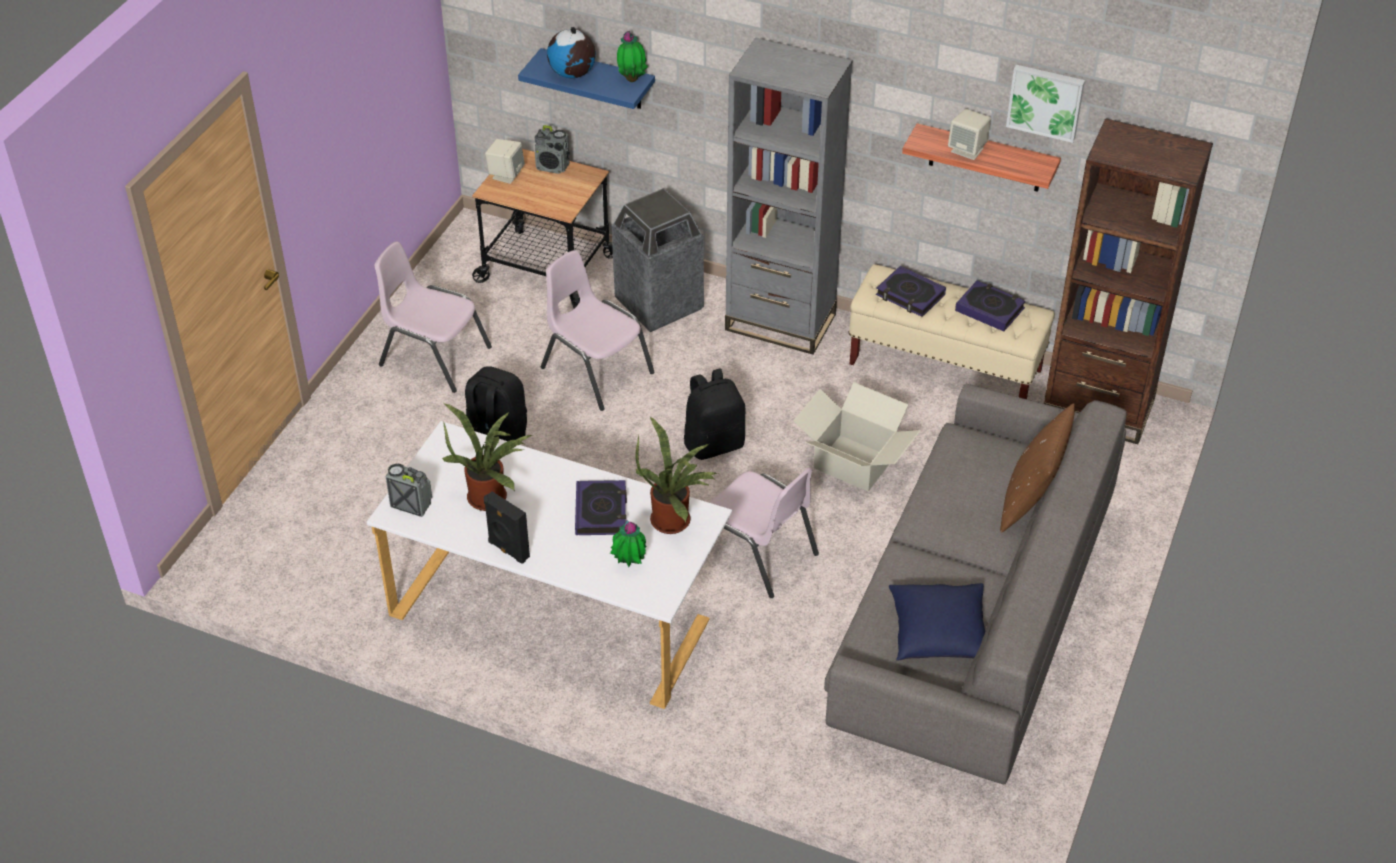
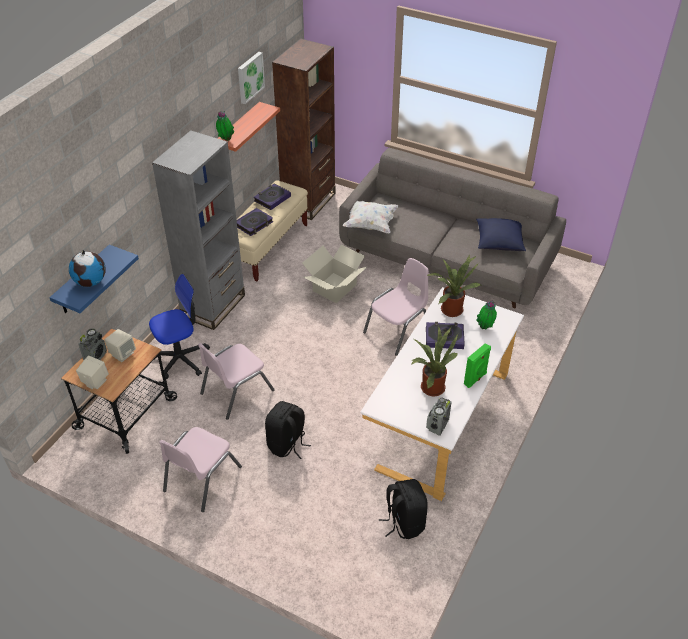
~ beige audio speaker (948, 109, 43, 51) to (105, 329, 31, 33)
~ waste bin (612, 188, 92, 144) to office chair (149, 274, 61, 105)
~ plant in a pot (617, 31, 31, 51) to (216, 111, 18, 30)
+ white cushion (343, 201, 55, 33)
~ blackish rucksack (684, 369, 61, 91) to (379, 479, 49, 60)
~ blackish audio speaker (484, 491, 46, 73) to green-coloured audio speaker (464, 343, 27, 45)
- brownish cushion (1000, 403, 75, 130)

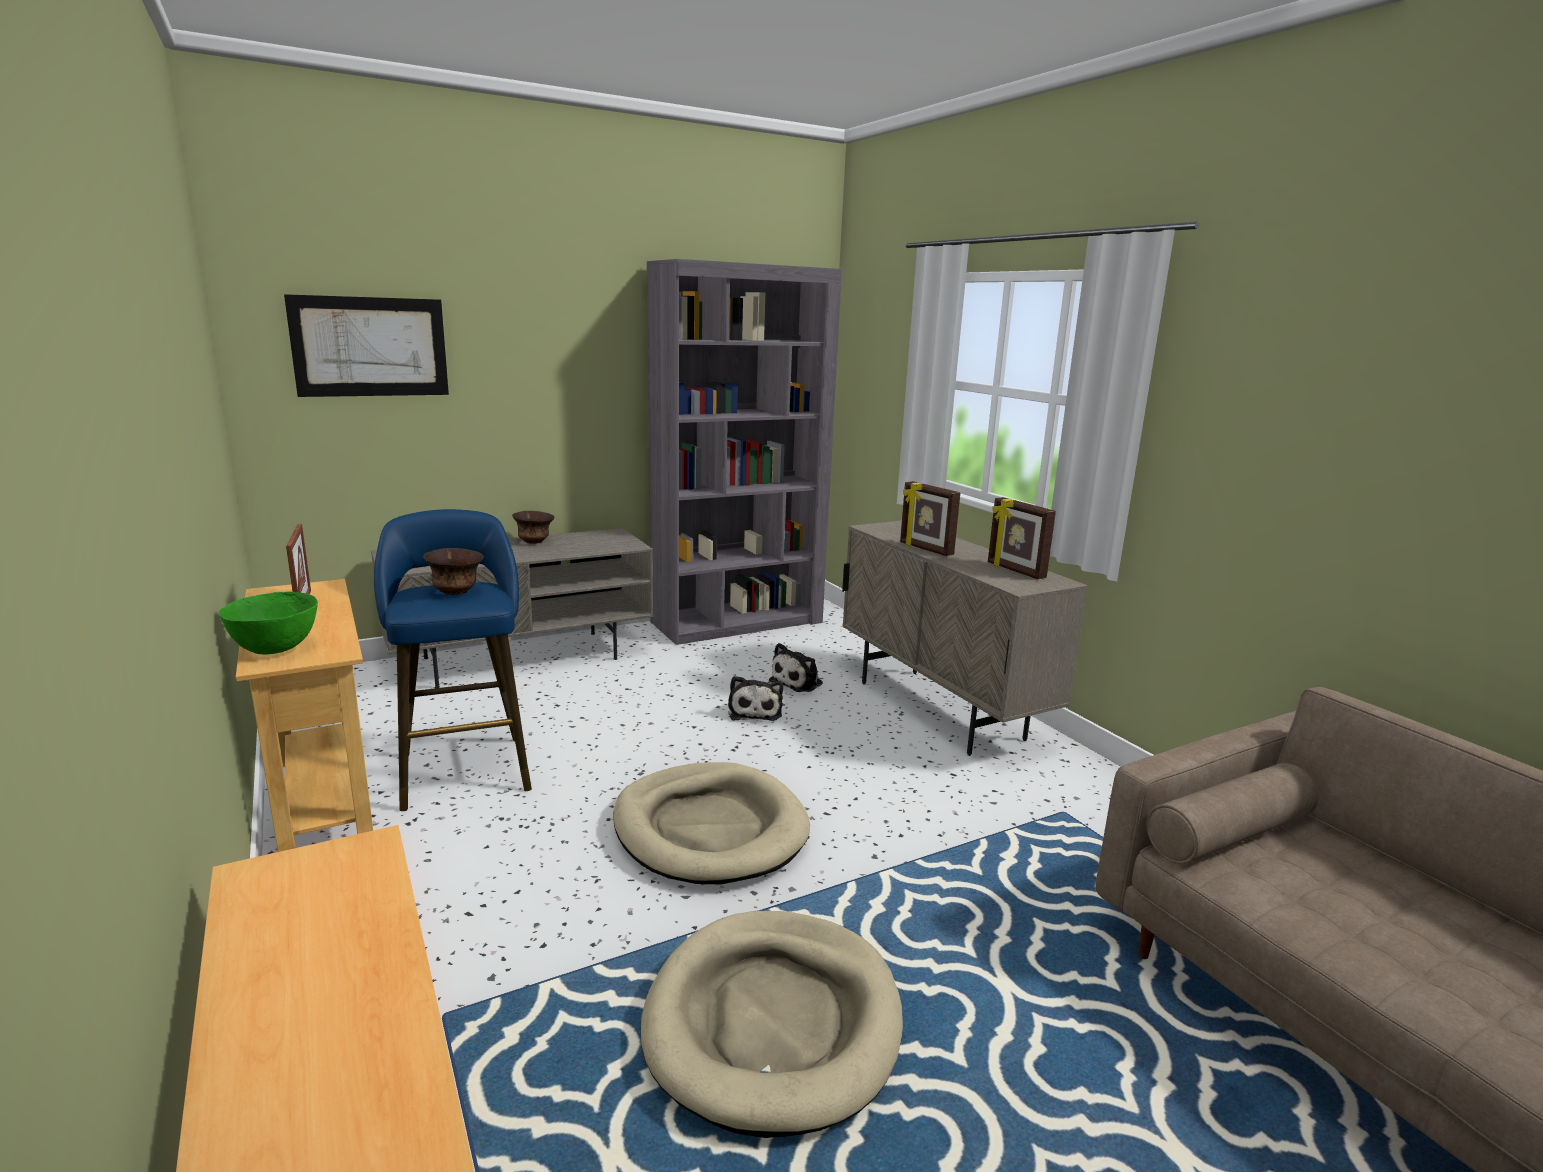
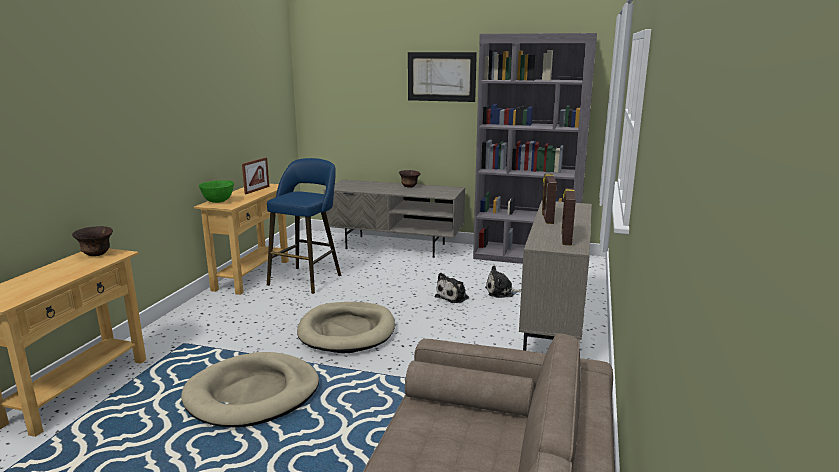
~ brownish deep dish (423, 548, 61, 47) to (72, 226, 41, 30)
~ picture (284, 294, 165, 103) to (408, 52, 69, 50)

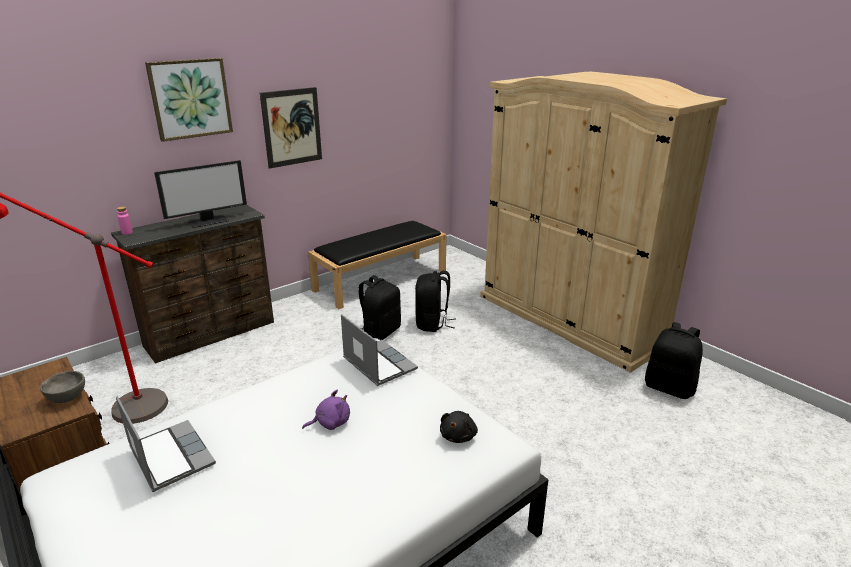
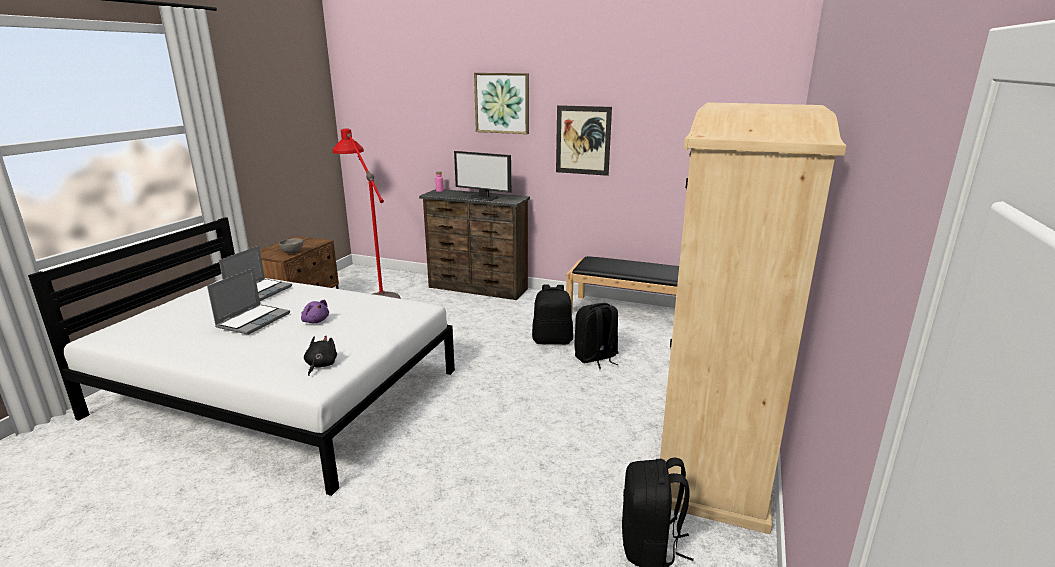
~ notebook computer (341, 314, 77, 72) to (207, 268, 83, 67)
~ blackish plush toy (440, 411, 38, 32) = (304, 336, 33, 40) 105 degrees clockwise

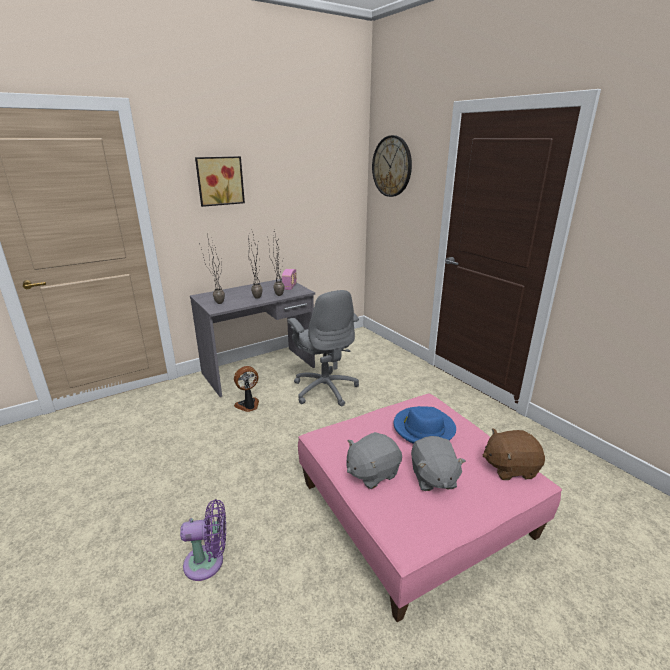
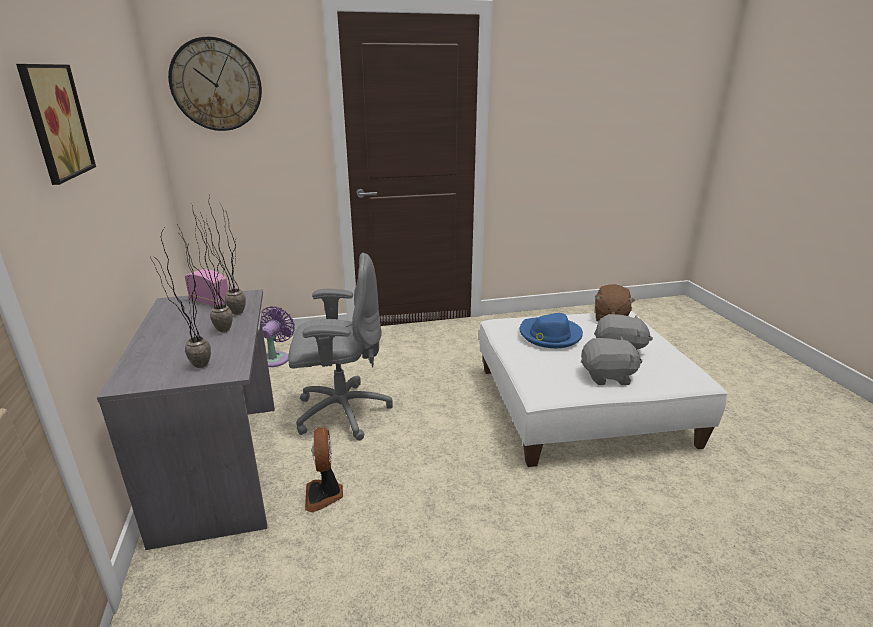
~ purple-coloured electric fan (180, 499, 46, 82) to (261, 306, 34, 61)
~ pink footrest (298, 394, 264, 228) to white footrest (479, 311, 249, 156)
~ gray plush toy (347, 432, 55, 57) = (581, 336, 62, 49) 75 degrees counterclockwise

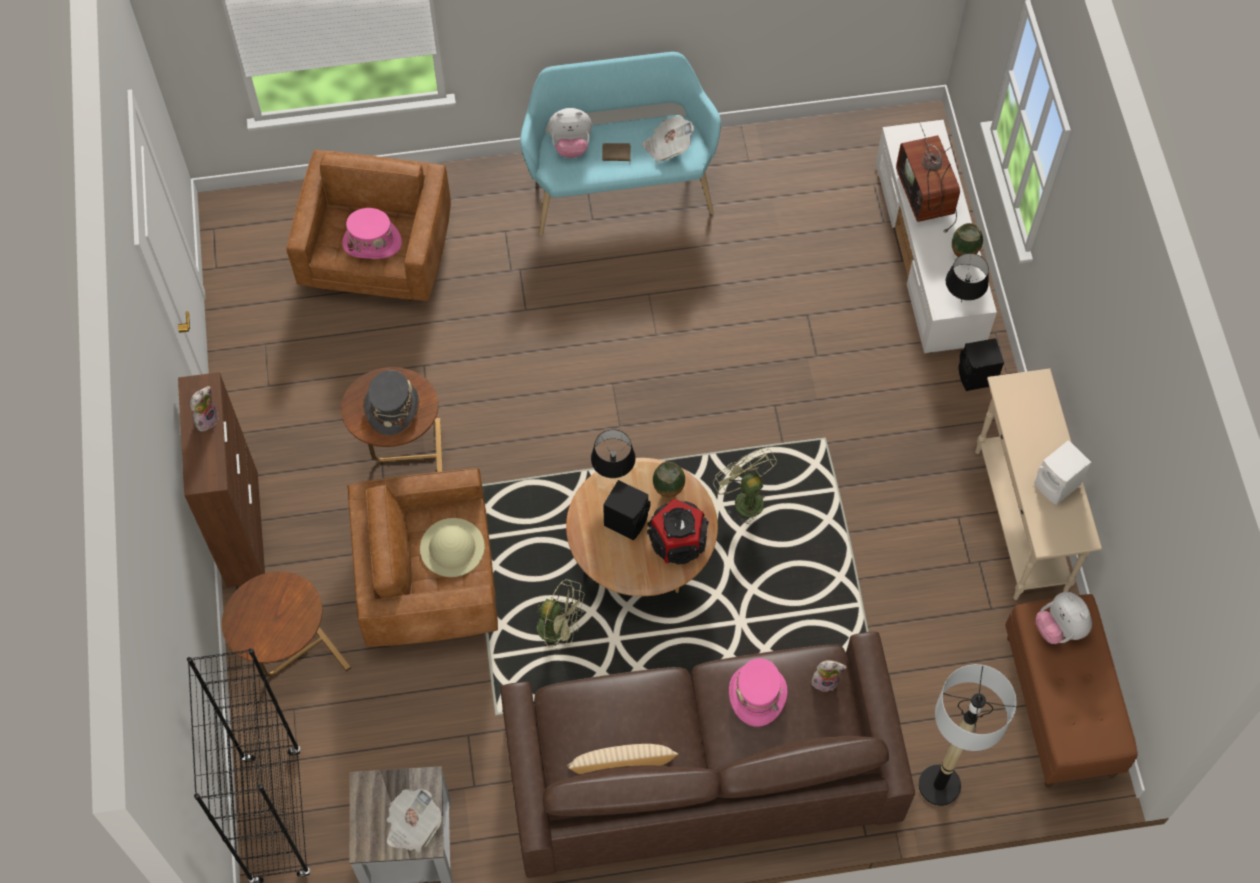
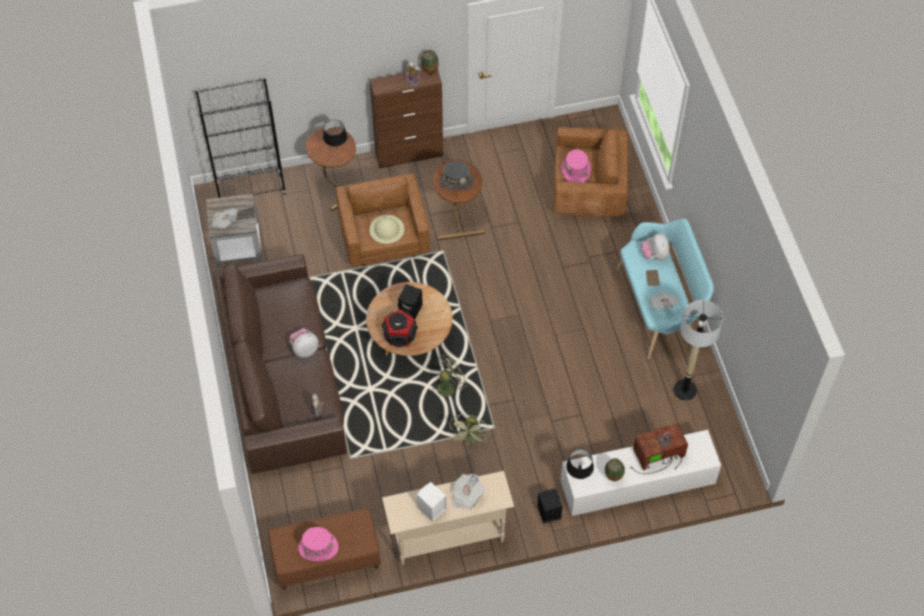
~ plush toy (1036, 592, 56, 52) to (289, 328, 30, 30)
~ pink clothing hat (729, 658, 59, 69) to (298, 527, 41, 34)
~ blackish table lamp (591, 429, 45, 49) to (323, 120, 24, 30)
~ vase (653, 462, 32, 35) to (421, 50, 18, 25)
~ green-coloured electric fan (536, 579, 49, 71) to (449, 414, 41, 32)
+ printed paper (452, 474, 32, 36)
~ standard lamp (918, 664, 98, 142) to (673, 300, 50, 101)
- beige cushion (567, 744, 111, 30)

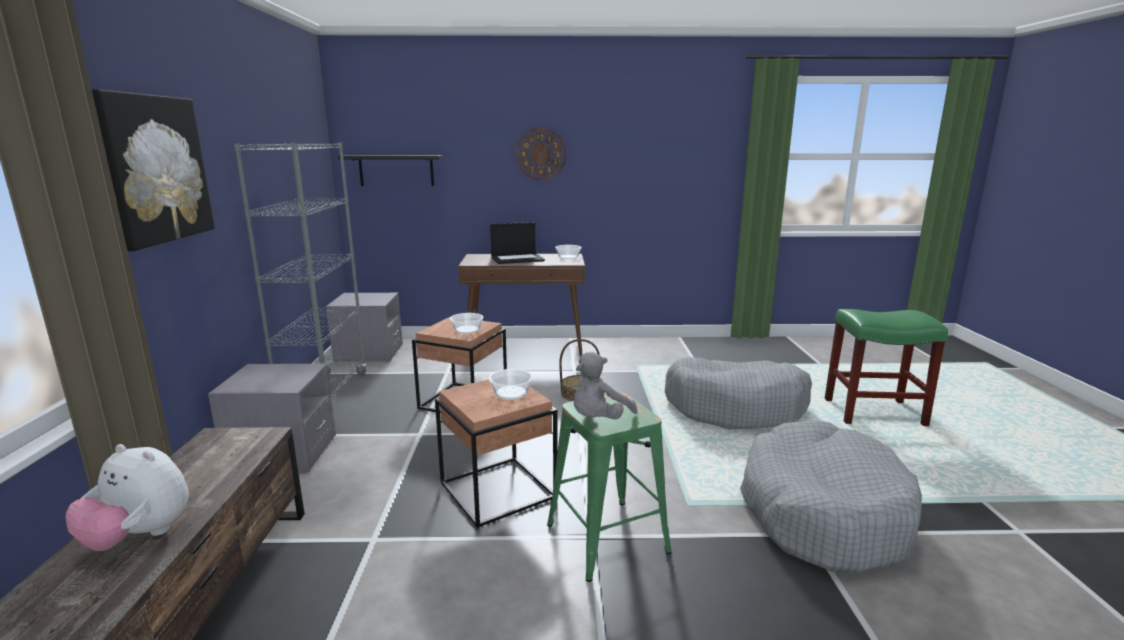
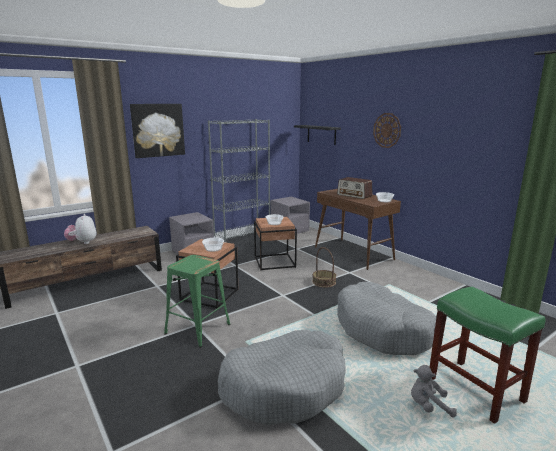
~ notebook computer (490, 222, 55, 42) to radio (337, 177, 36, 22)
~ gray plush toy (574, 352, 63, 68) to (411, 365, 46, 53)

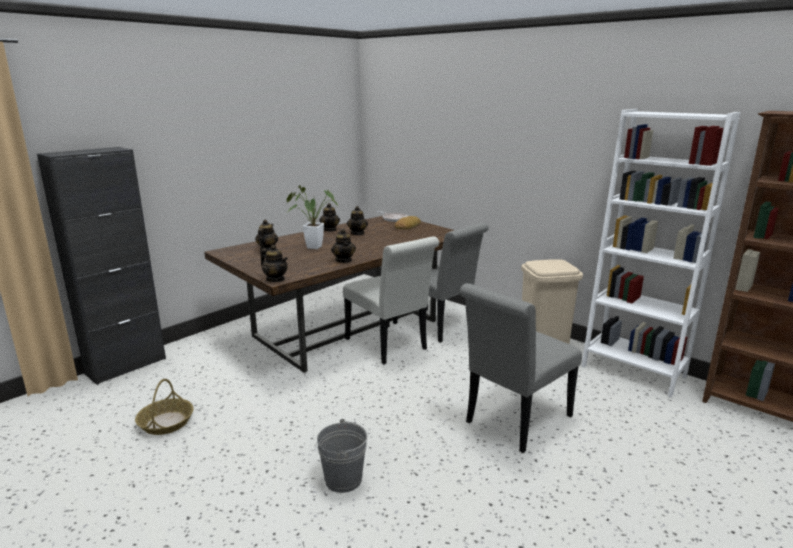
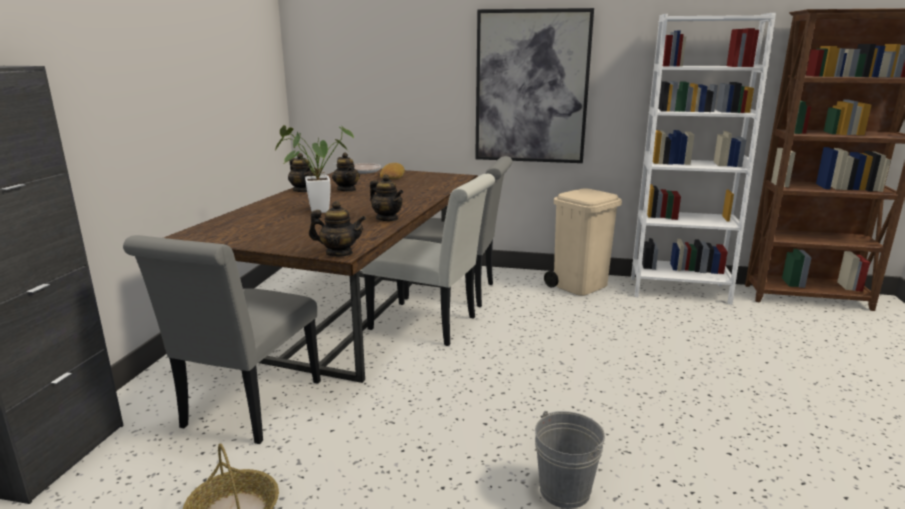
~ gray chair (460, 283, 122, 170) to (123, 235, 198, 209)
+ picture (475, 8, 119, 155)
- teapot (255, 220, 23, 31)

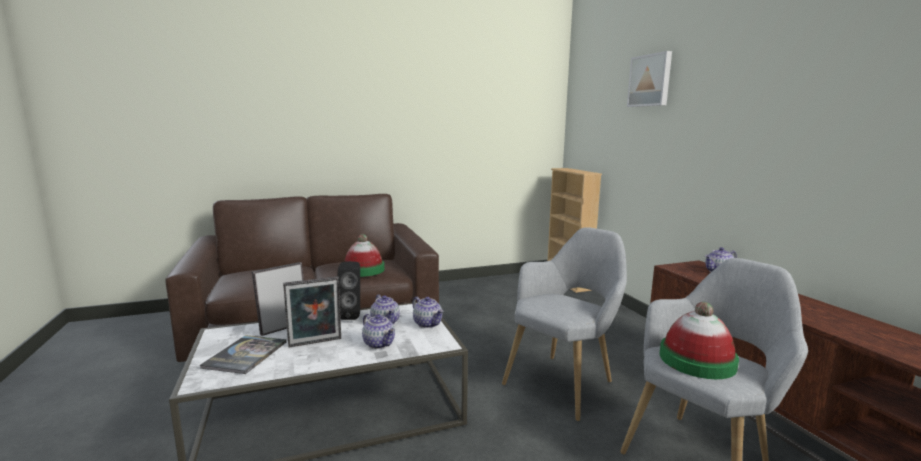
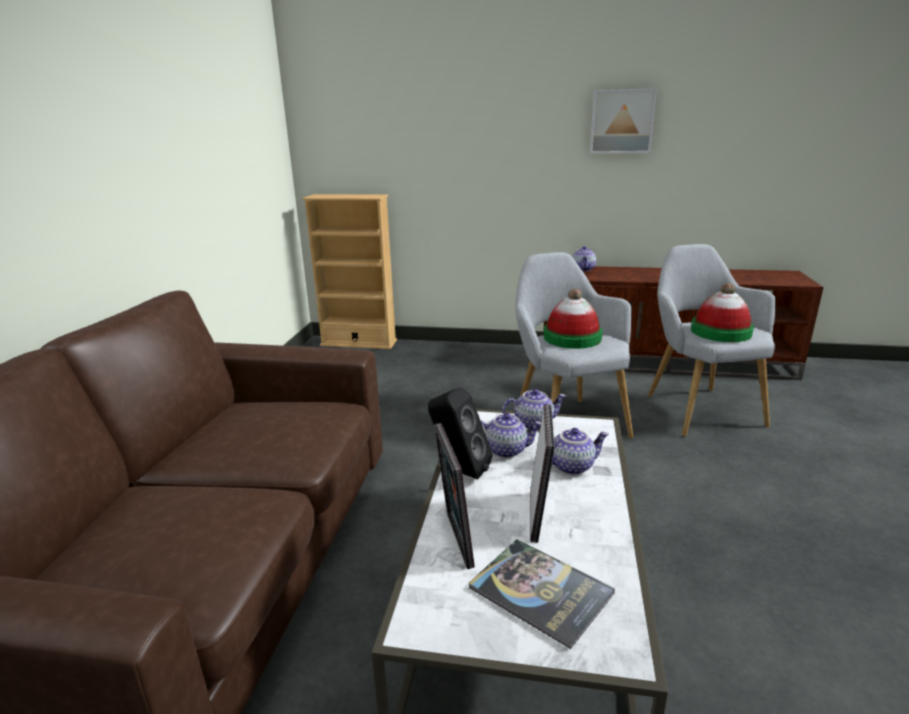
~ clothing hat (344, 234, 41, 43) to (544, 288, 58, 61)
~ picture (627, 51, 45, 56) to (590, 88, 67, 66)

